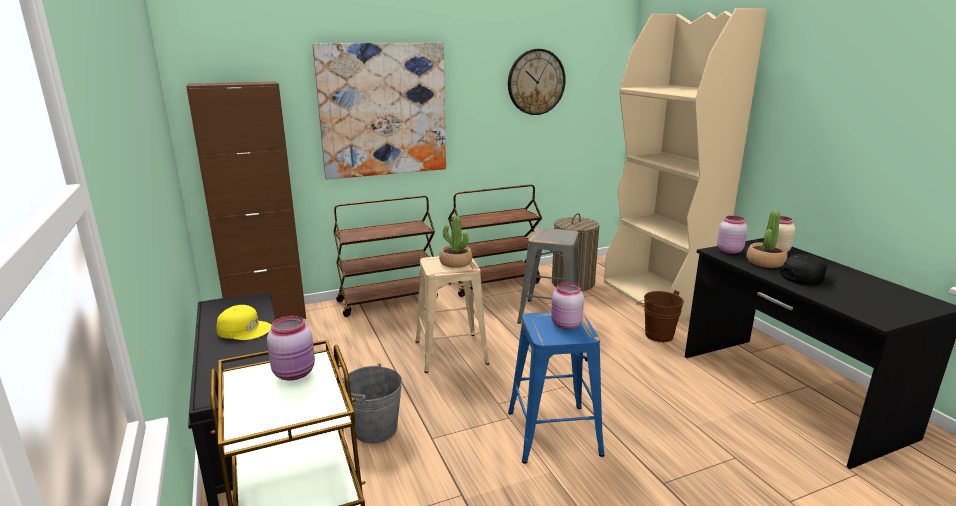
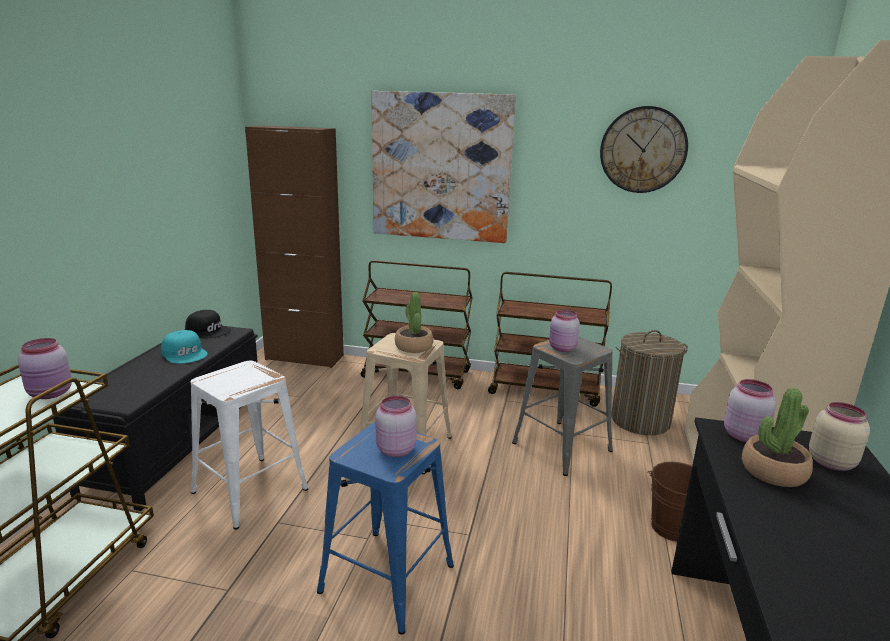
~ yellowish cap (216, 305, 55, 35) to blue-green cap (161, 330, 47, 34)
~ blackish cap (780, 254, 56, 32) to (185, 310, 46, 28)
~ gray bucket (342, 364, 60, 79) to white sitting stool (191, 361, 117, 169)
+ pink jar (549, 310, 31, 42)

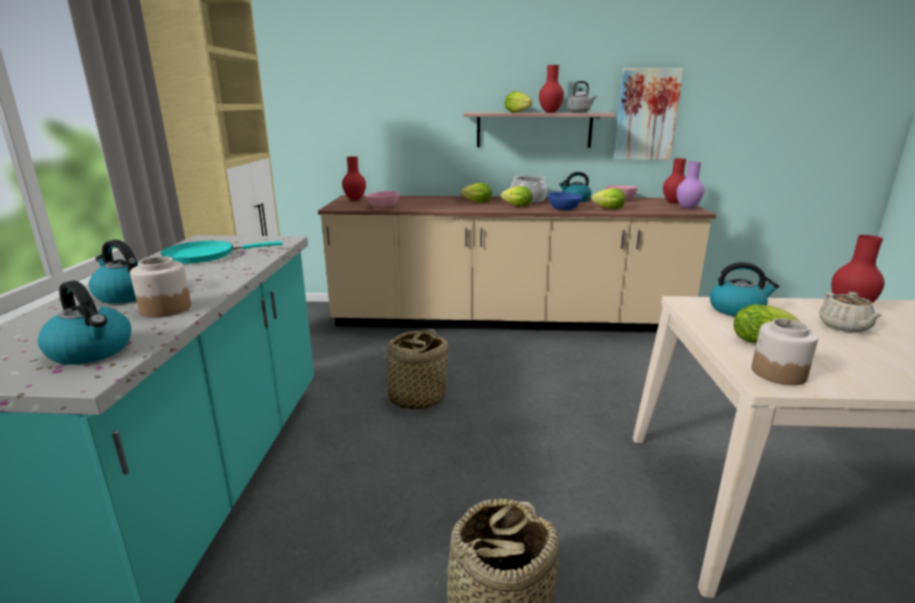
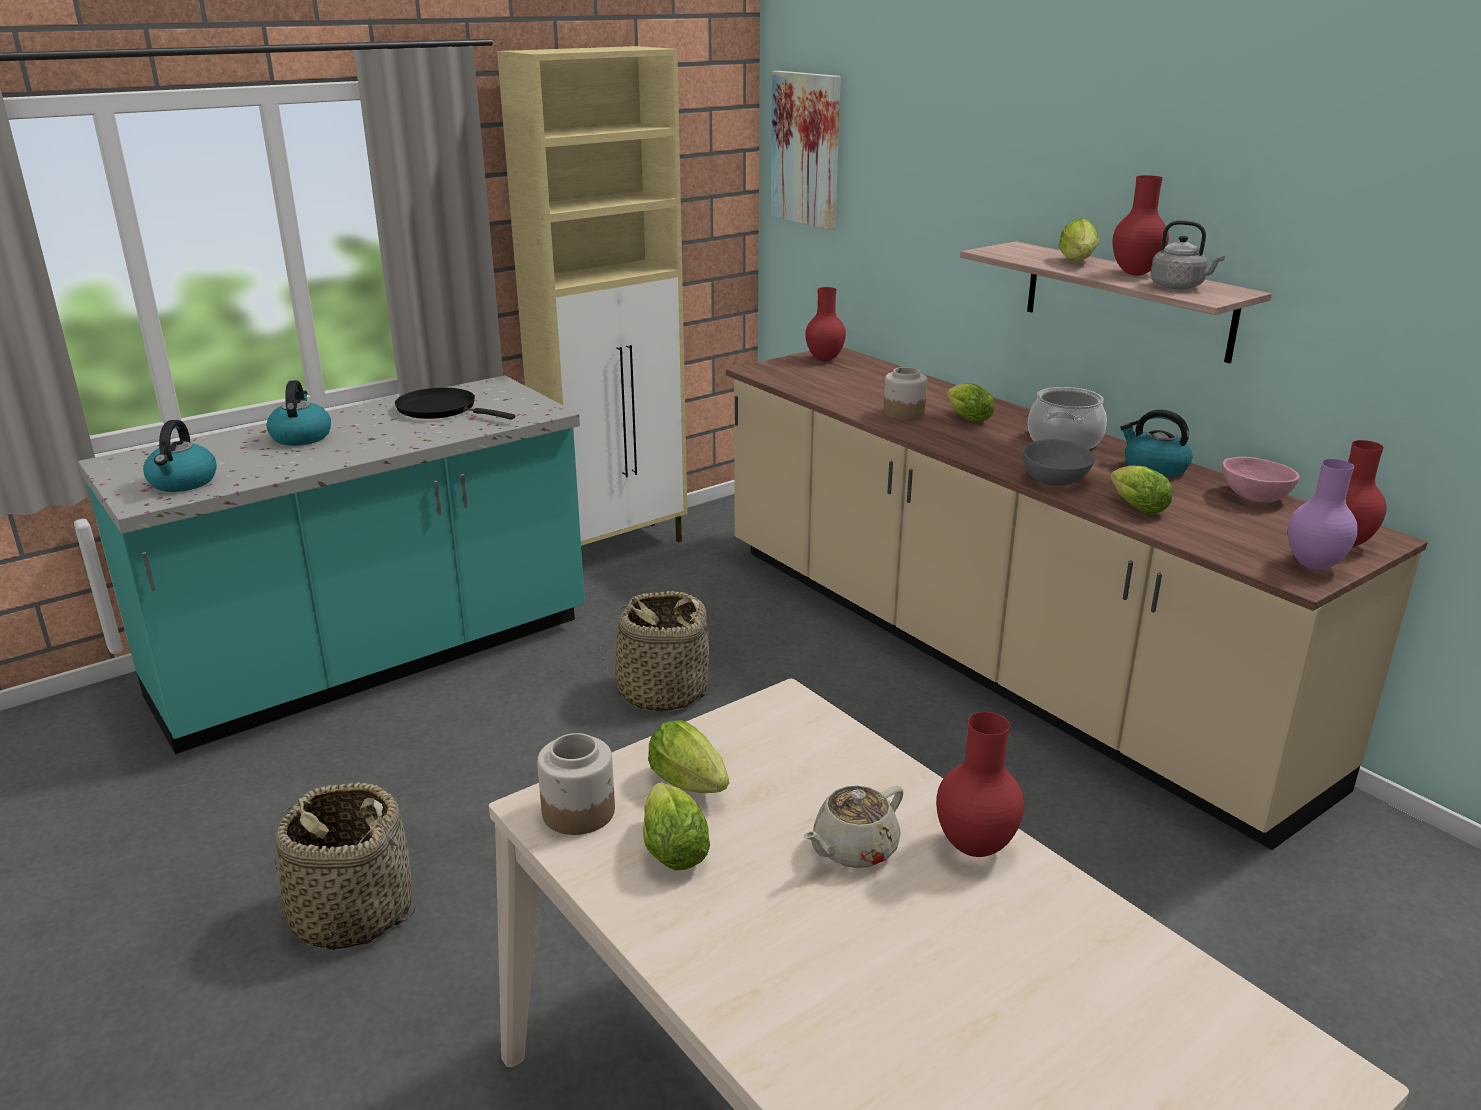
~ blue-green pan (161, 241, 122, 23) to blackish pan (395, 388, 120, 32)
~ lettuce (501, 186, 31, 21) to (643, 783, 67, 87)
~ picture (614, 68, 69, 92) to (771, 71, 70, 159)
~ jar (130, 256, 61, 62) to (883, 367, 44, 54)
~ blue-coloured deep dish (548, 192, 34, 18) to gray deep dish (1022, 439, 73, 47)
- pink deep dish (365, 191, 34, 17)
- kettle (710, 262, 69, 54)

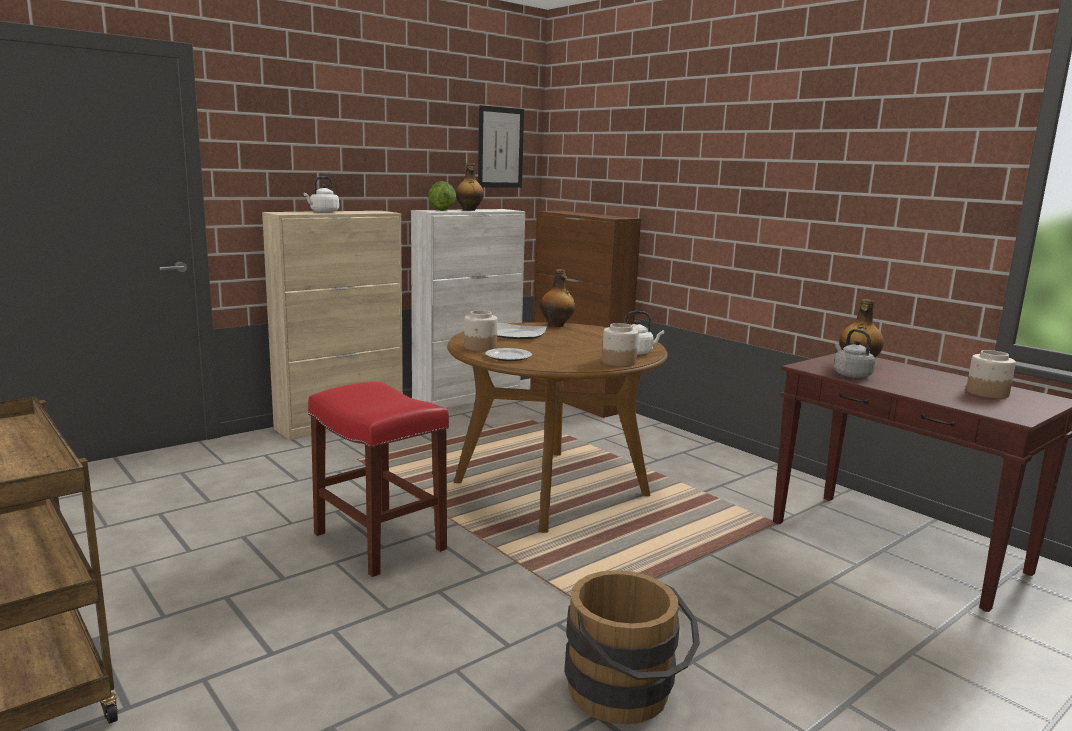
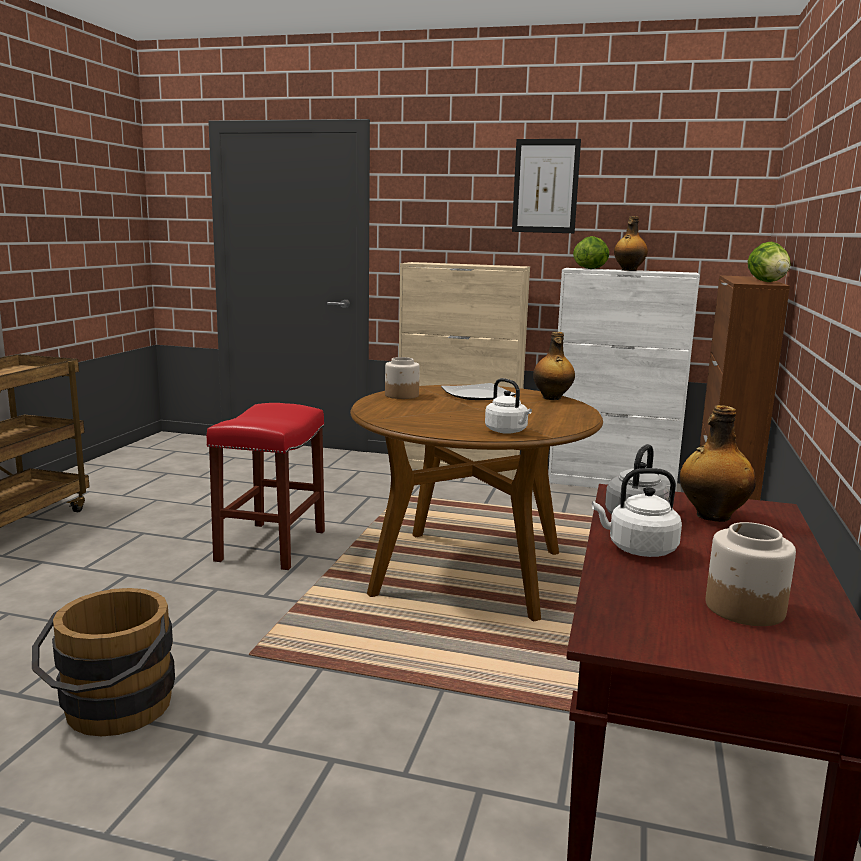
~ picture (478, 105, 46, 83) to (512, 139, 69, 94)
~ white kettle (303, 177, 36, 36) to (592, 468, 90, 89)
+ lettuce (748, 242, 42, 40)
- flat dish (485, 348, 47, 13)
- jar (602, 323, 37, 43)

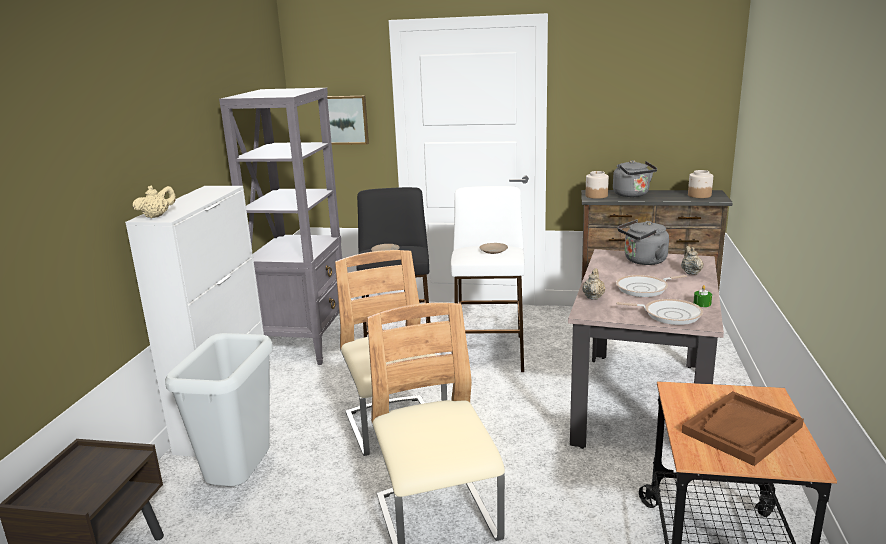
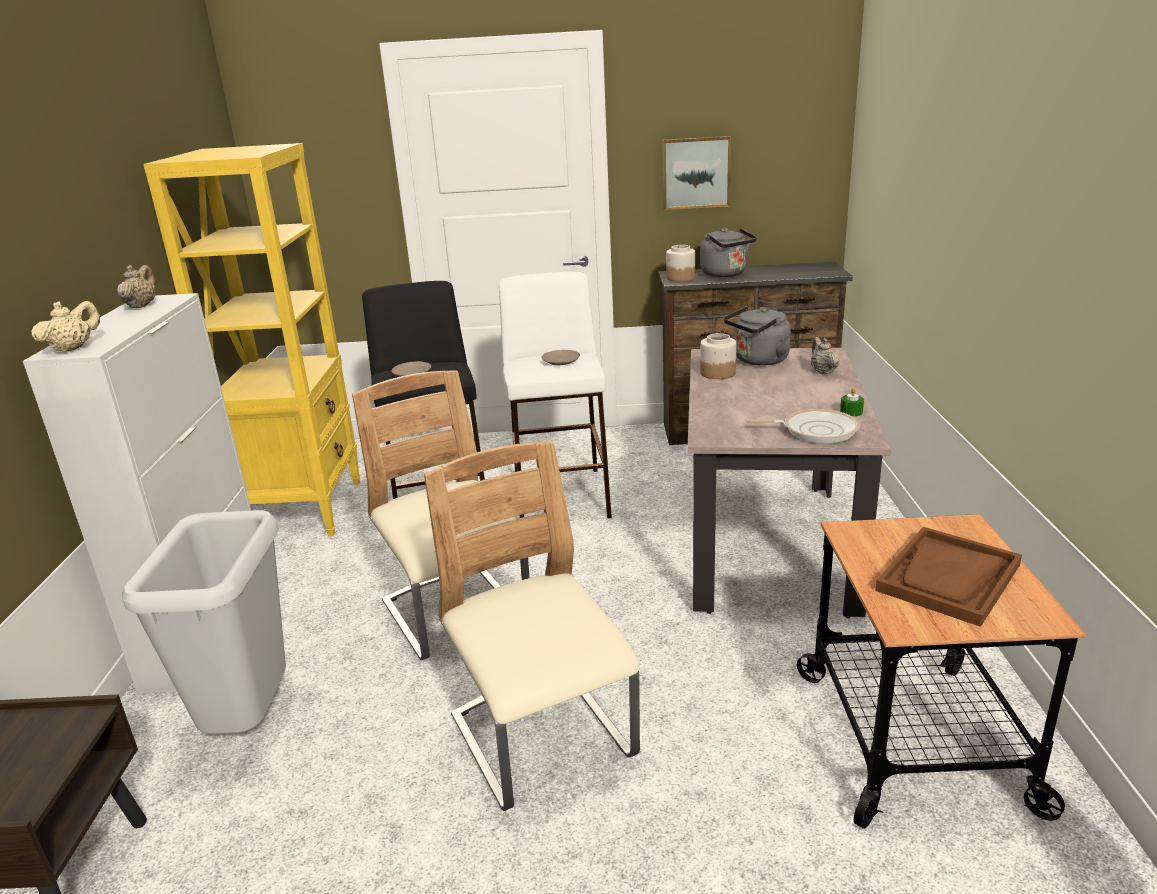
~ beige teapot (582, 268, 23, 32) to (117, 265, 39, 43)
~ gray shelving unit (219, 88, 123, 277) to yellowish shelving unit (143, 143, 217, 394)
~ picture (327, 96, 42, 49) to (662, 136, 69, 74)
~ jar (688, 170, 25, 28) to (700, 333, 36, 46)
- pan (616, 275, 71, 22)

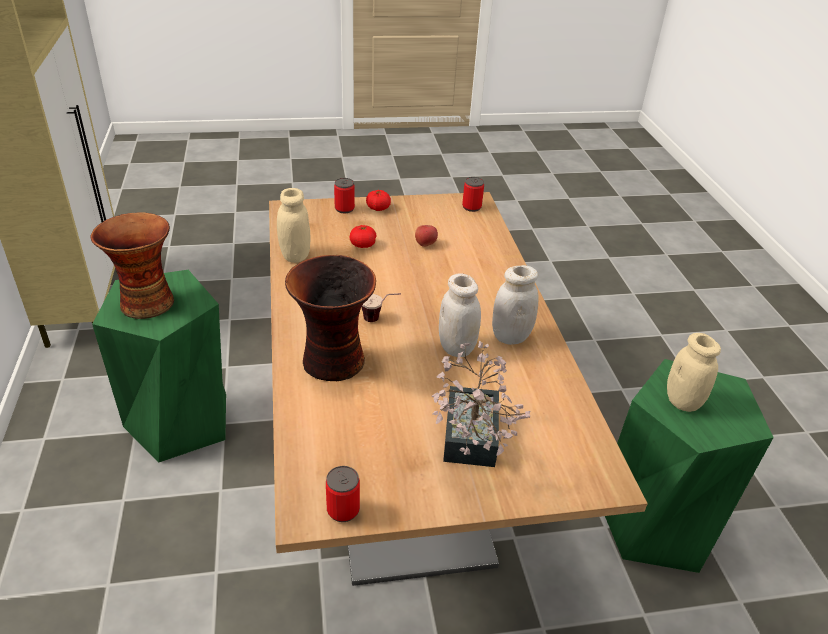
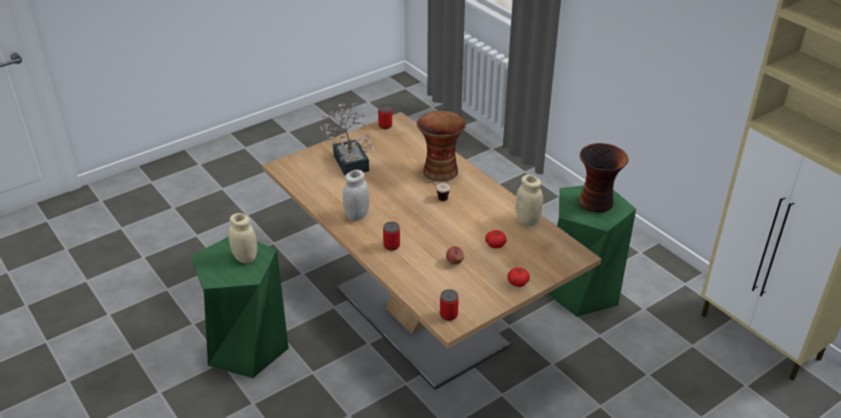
~ sealed can (334, 178, 21, 35) to (383, 222, 17, 29)
- white jar (439, 274, 42, 83)

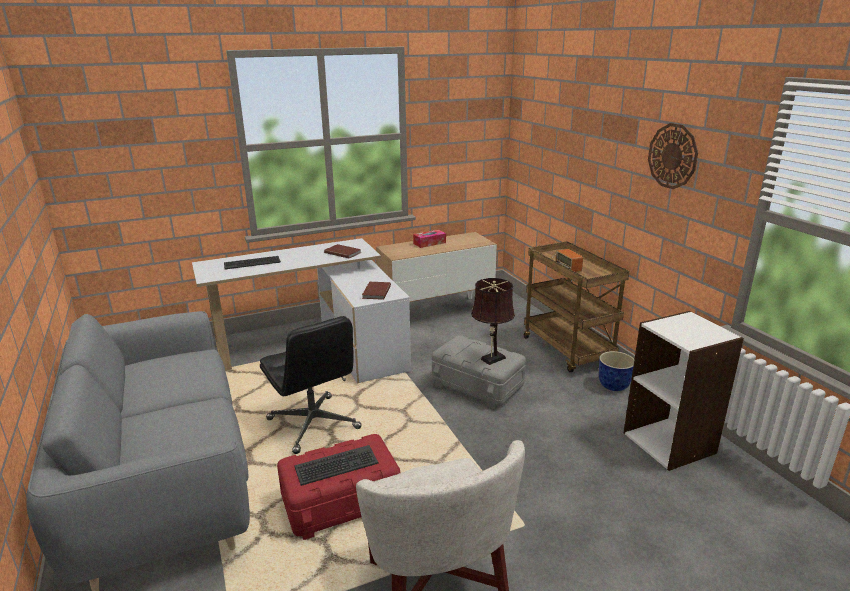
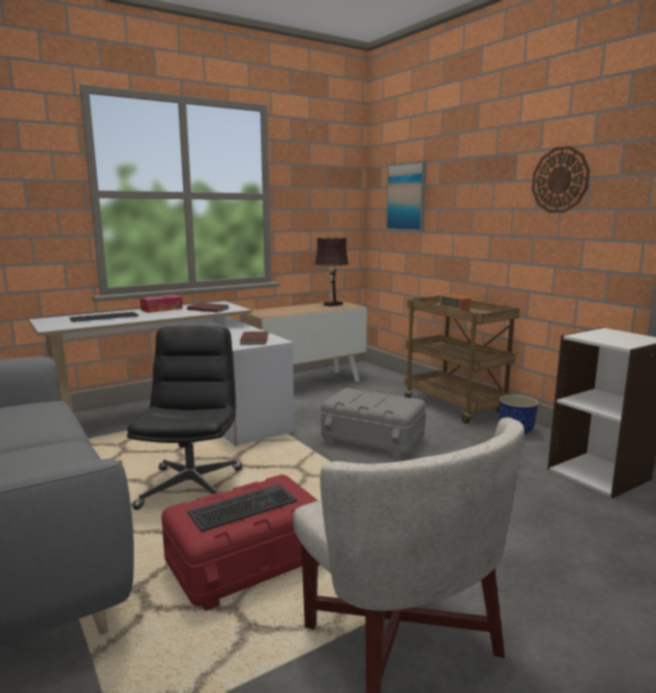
~ blackish office chair (260, 316, 102, 138) = (127, 326, 115, 184) 135 degrees counterclockwise
~ tissue box (413, 230, 33, 18) to (140, 295, 43, 18)
~ brownish table lamp (471, 278, 44, 87) to (314, 235, 35, 72)
+ picture (386, 161, 41, 70)

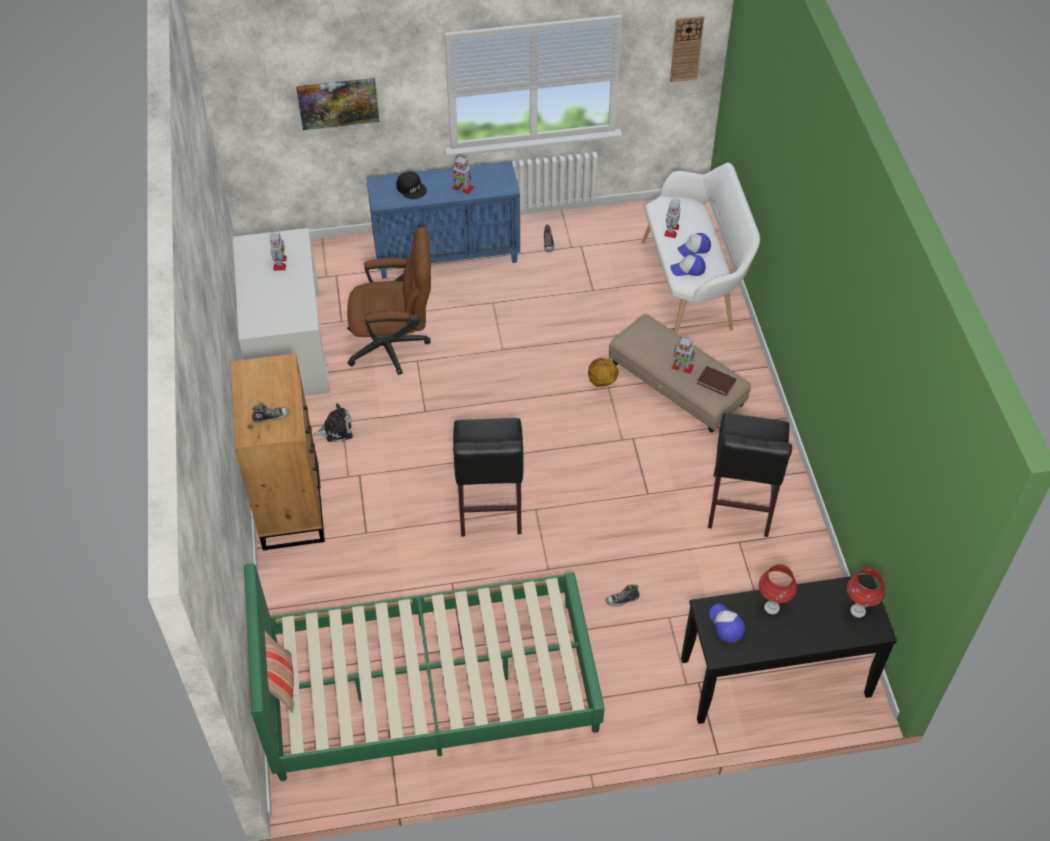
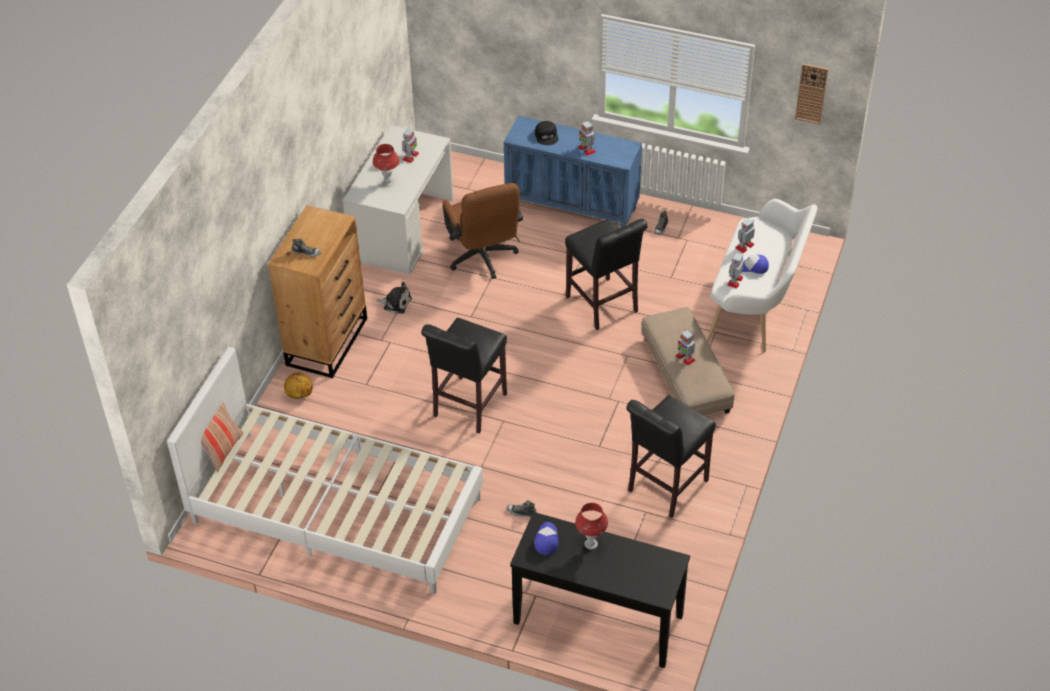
~ green-coloured bed (244, 563, 361, 218) to white bed (167, 347, 316, 247)
~ basketball (588, 358, 30, 29) to (284, 373, 29, 26)
~ red table lamp (847, 568, 38, 50) to (373, 144, 26, 43)
~ brownish office chair (347, 227, 84, 148) = (443, 183, 80, 96) 45 degrees clockwise
+ blackish sitting stool (565, 218, 83, 112)
~ cap (670, 255, 36, 21) to robot figure (727, 253, 17, 36)
- picture (296, 78, 83, 52)
- brownish bound book (697, 366, 39, 30)

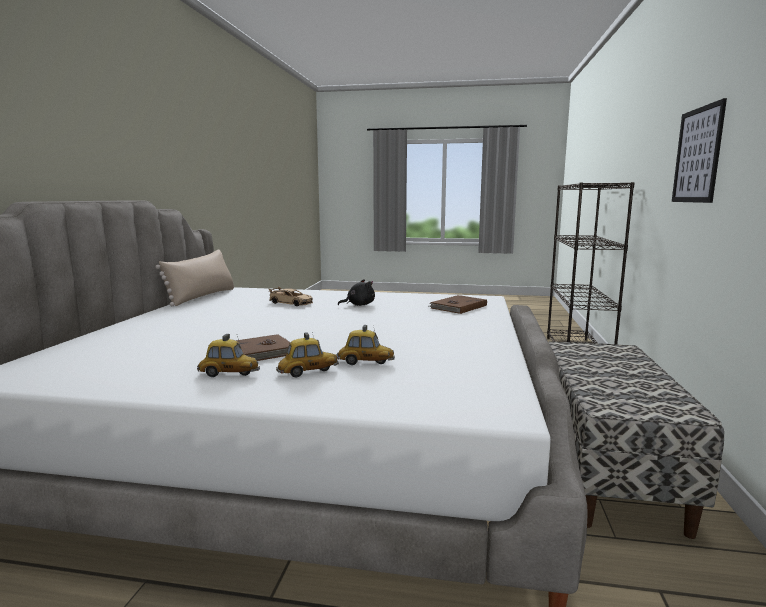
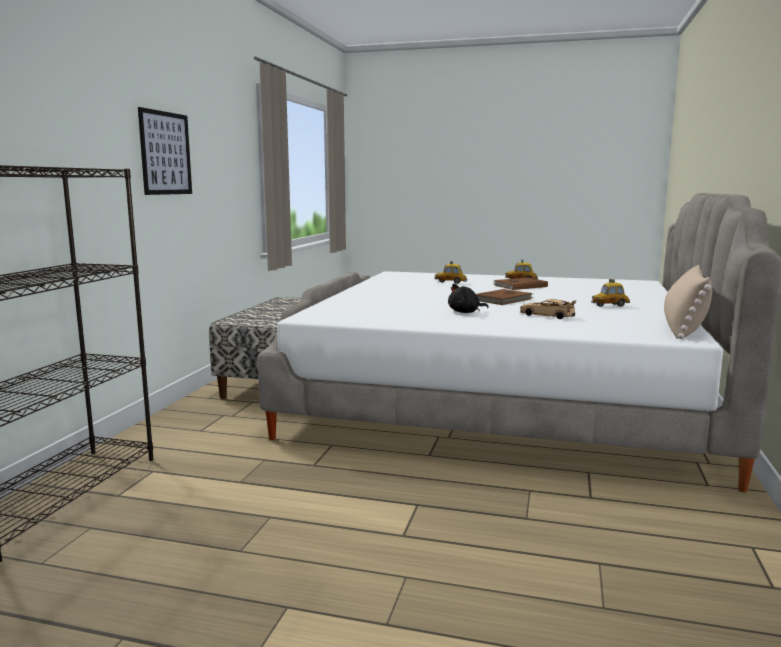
~ brownish bound book (429, 295, 58, 19) to (476, 289, 59, 16)
~ model car (276, 332, 63, 45) to (591, 279, 39, 28)

